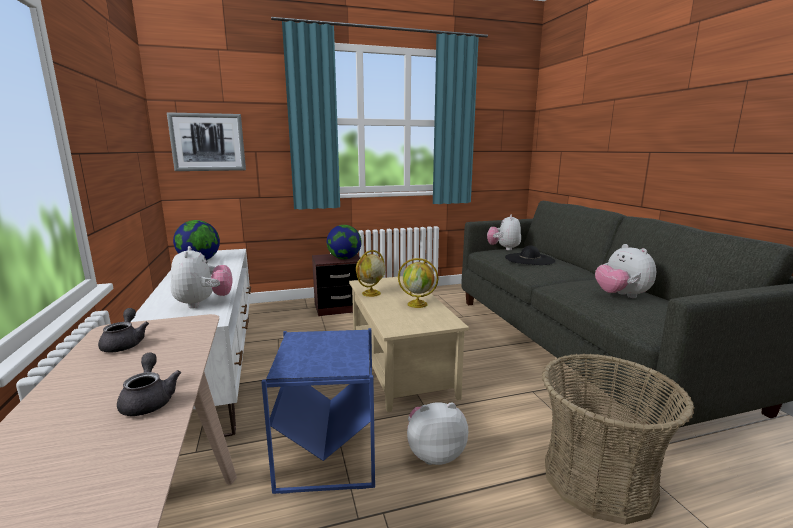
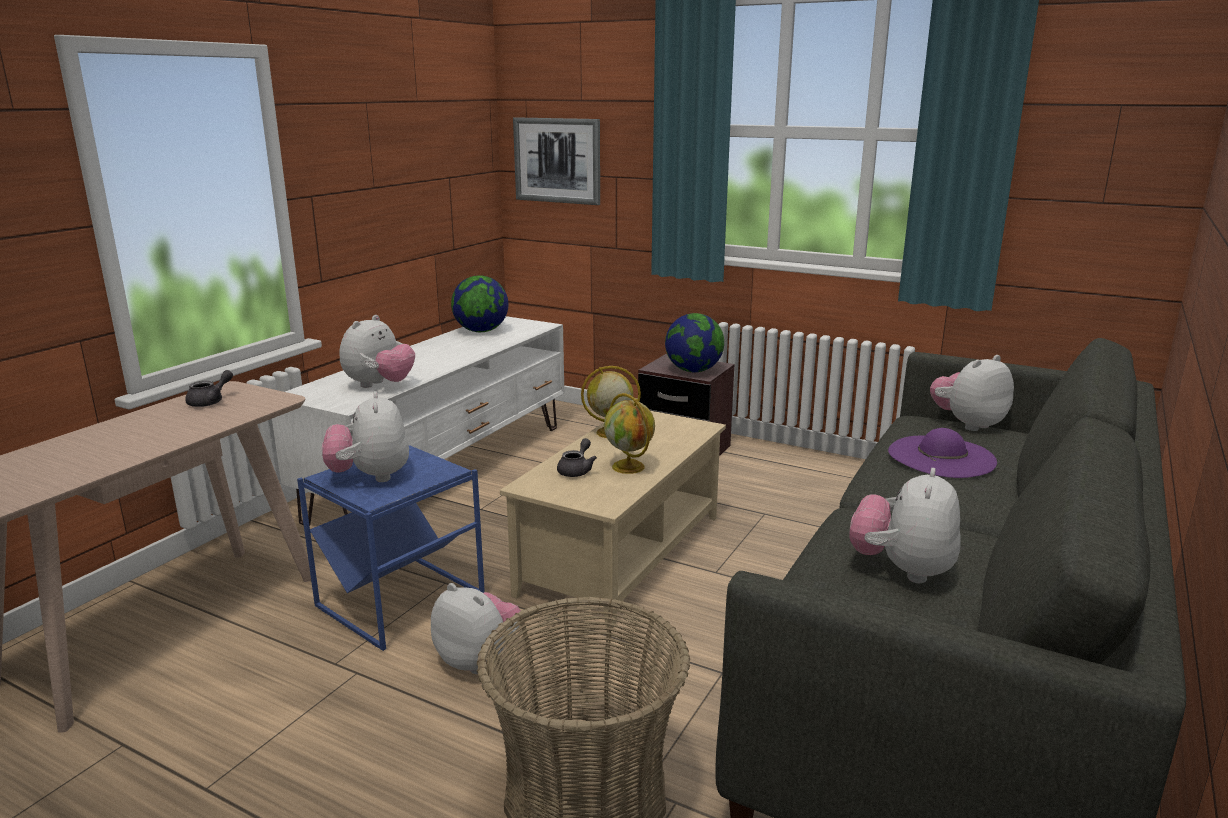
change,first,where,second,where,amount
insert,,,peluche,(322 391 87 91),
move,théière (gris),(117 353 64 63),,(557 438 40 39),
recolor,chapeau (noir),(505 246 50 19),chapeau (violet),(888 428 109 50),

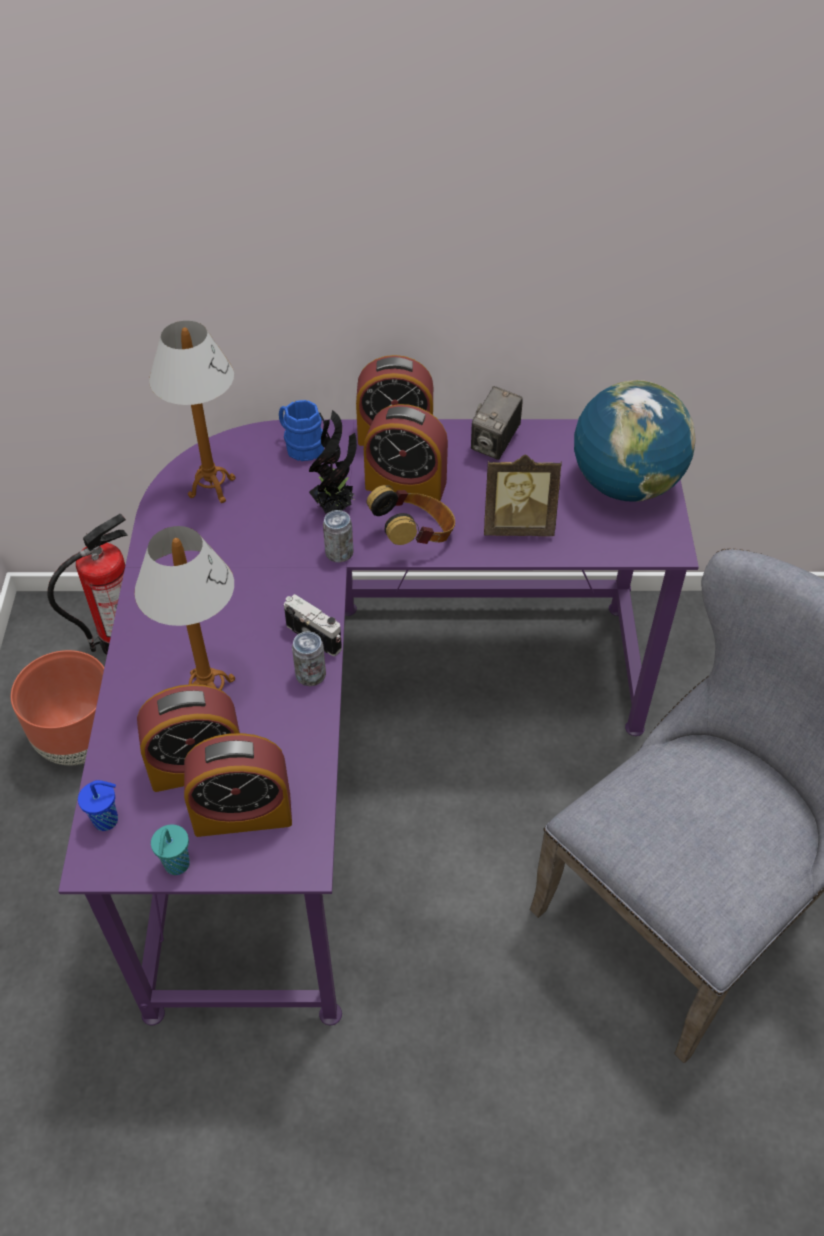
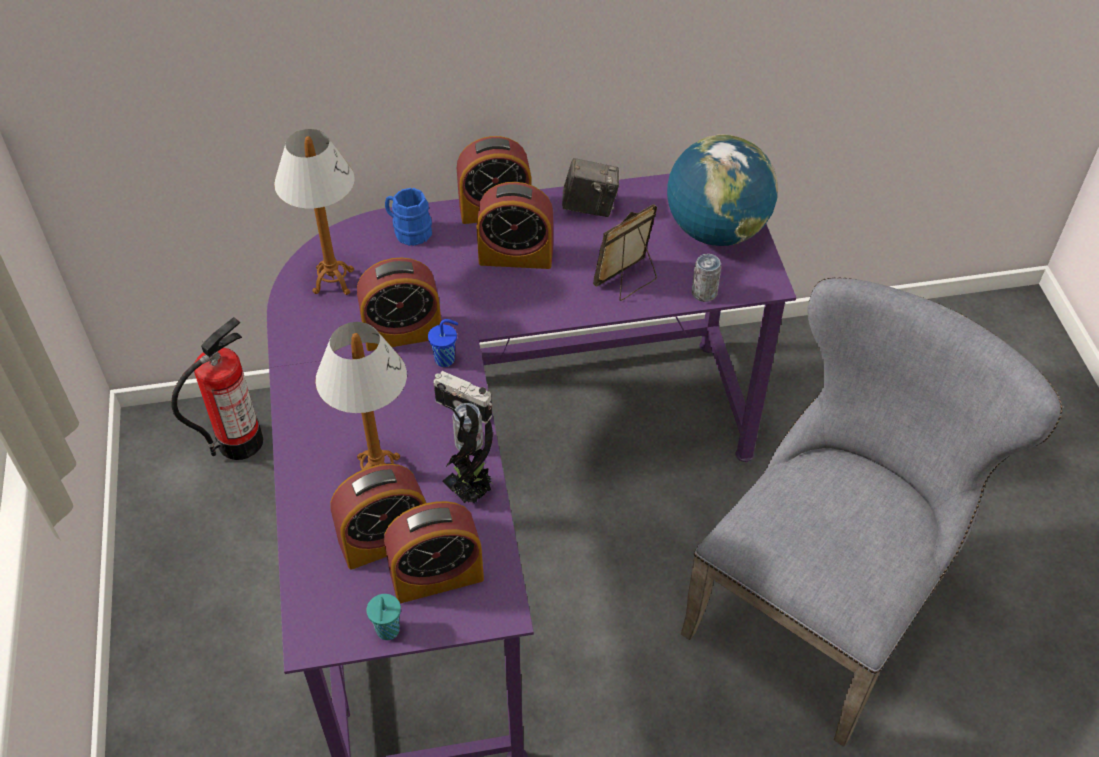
change,first,where,second,where,amount
delete,cache-pot (marron),(11 650 93 115),,,
delete,casque audio,(367 485 88 60),,,
insert,,,réveil,(357 258 84 93),
move,tasse (bleu),(78 780 40 51),,(428 319 30 48),
move,plante en pot,(309 410 48 104),,(442 404 51 99),
move,boîte métallique,(323 510 31 53),,(692 254 29 48),
rotate,appareil photo,(471 386 52 74),,(562 158 57 59),105 degrees counterclockwise
rotate,cadre photo,(484 454 78 82),,(593 204 64 97),150 degrees clockwise

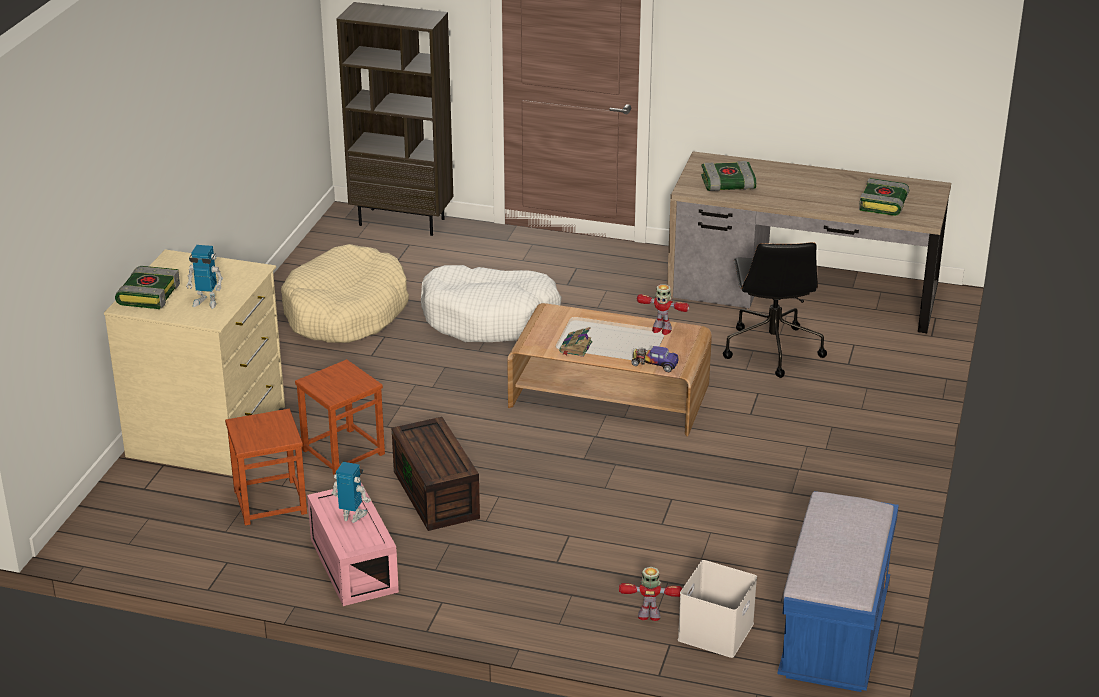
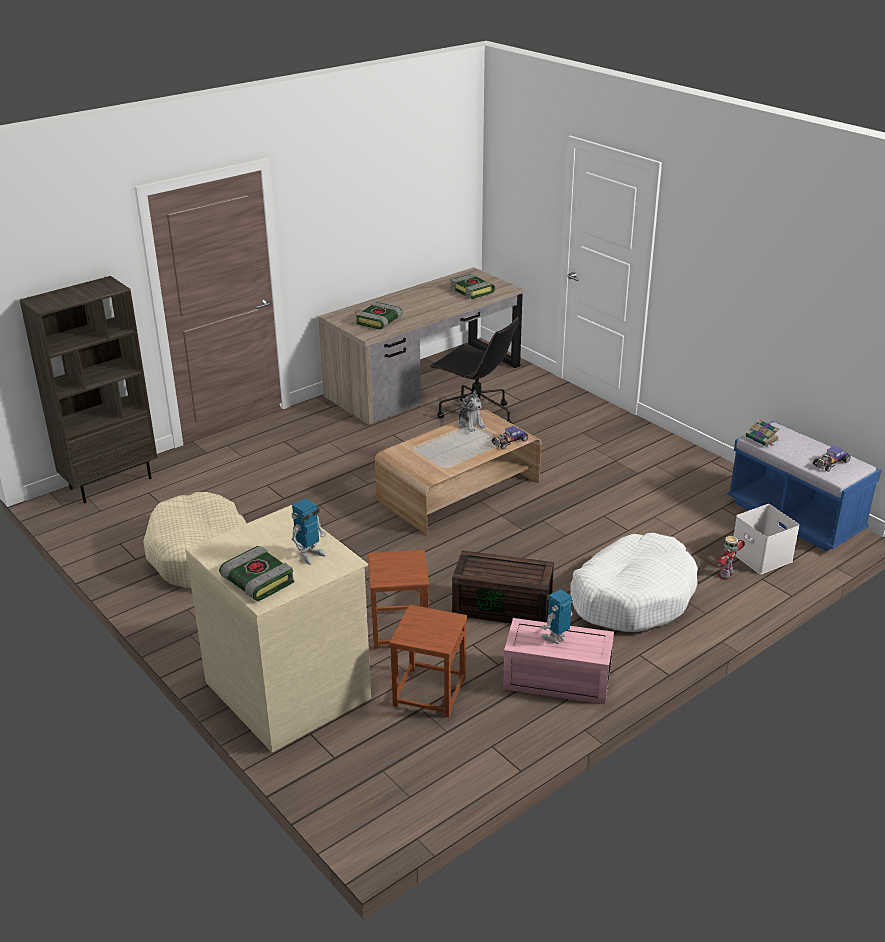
change,first,where,second,where,amount
insert,,,petite voiture,(812 446 38 26),
move,panier pour chien (blanc),(421 265 141 77),,(570 533 128 99),
move,livre,(559 327 34 30),,(746 419 33 27),
replace,robot jouet,(637 284 52 51),peluche,(458 390 28 42),

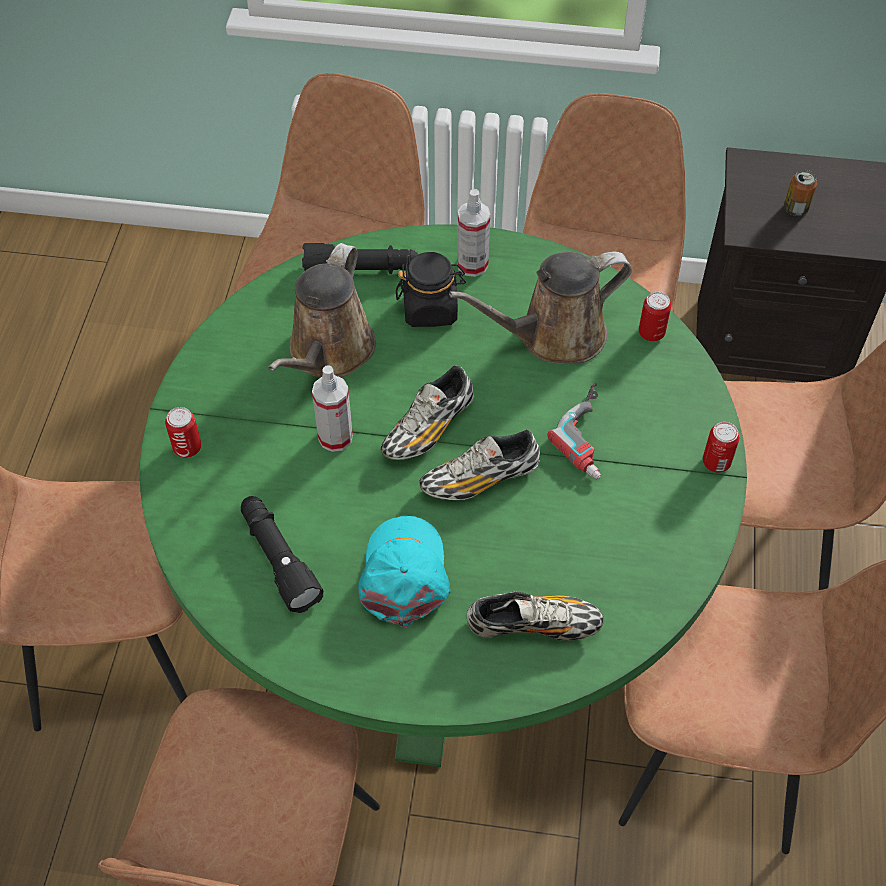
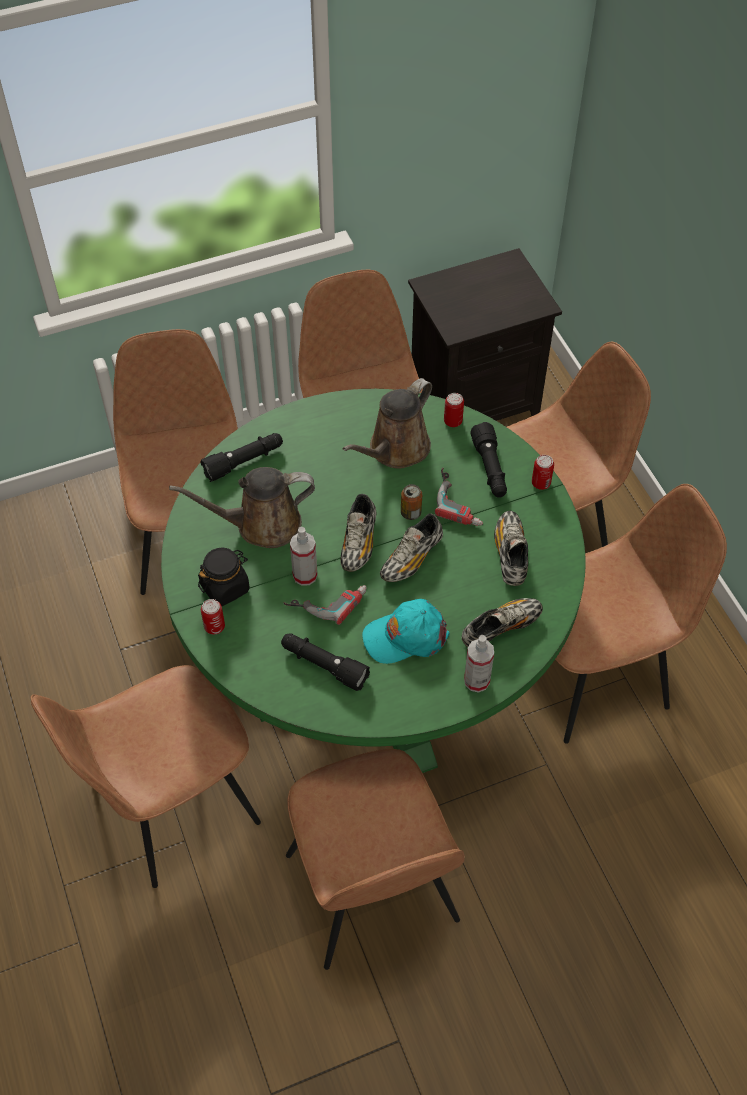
change,first,where,second,where,amount
insert,,,perceuse,(283 585 84 40),
insert,,,lampe de poche (noir),(470 422 37 76),
insert,,,chaussure,(494 511 34 75),
move,bocal (noir),(396 252 70 75),,(198 548 51 58),
move,vaporisateur,(457 189 33 88),,(464 635 30 58),
move,boîte métallique,(784 170 33 46),,(401 484 21 36),
rotate,arrosoir (marron),(268 243 108 135),,(169 467 146 81),90 degrees clockwise
rotate,casquette (turquoise),(358 516 93 111),,(362 599 88 65),75 degrees counterclockwise

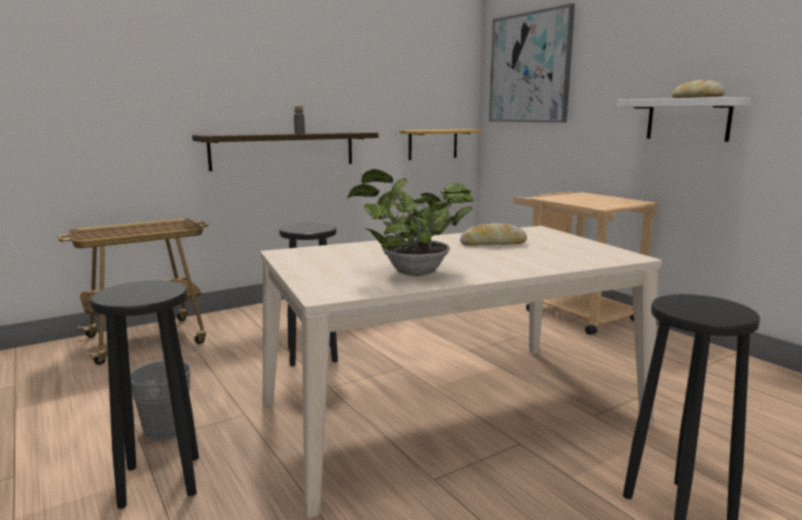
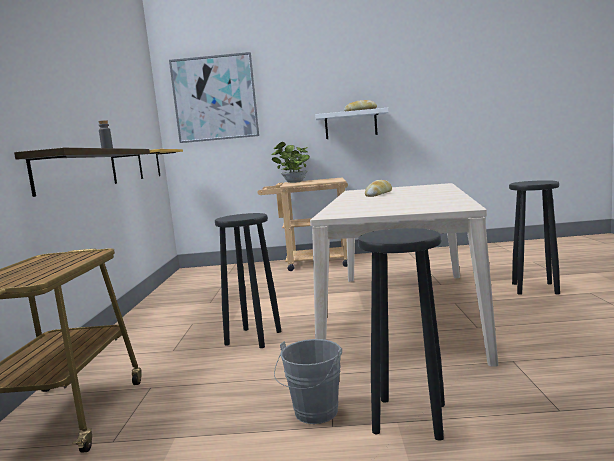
change,first,where,second,where,amount
move,plante en pot,(347 169 127 107),,(271 142 39 41),

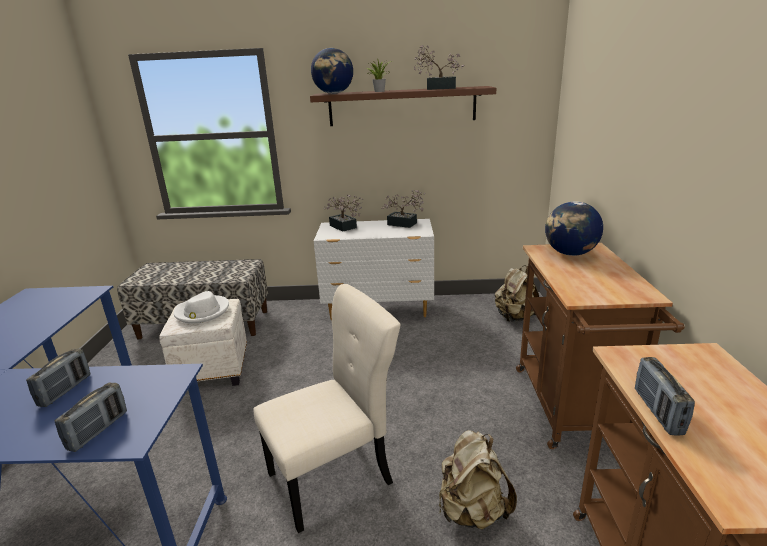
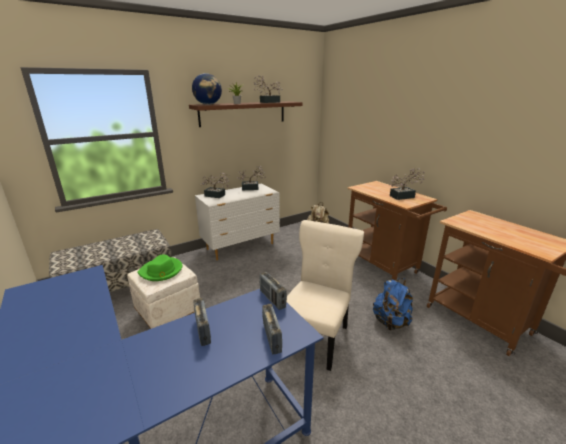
change,first,where,second,where,amount
delete,globe,(545 201 58 55),,,
insert,,,plante en pot,(389 168 36 32),
move,radio,(635 357 60 79),,(260 272 27 38),
recolor,chapeau (blanc),(174 291 55 33),chapeau (vert),(138 254 44 27),
recolor,sac à dos (beige),(439 430 78 100),sac à dos (bleu),(373 278 40 52),

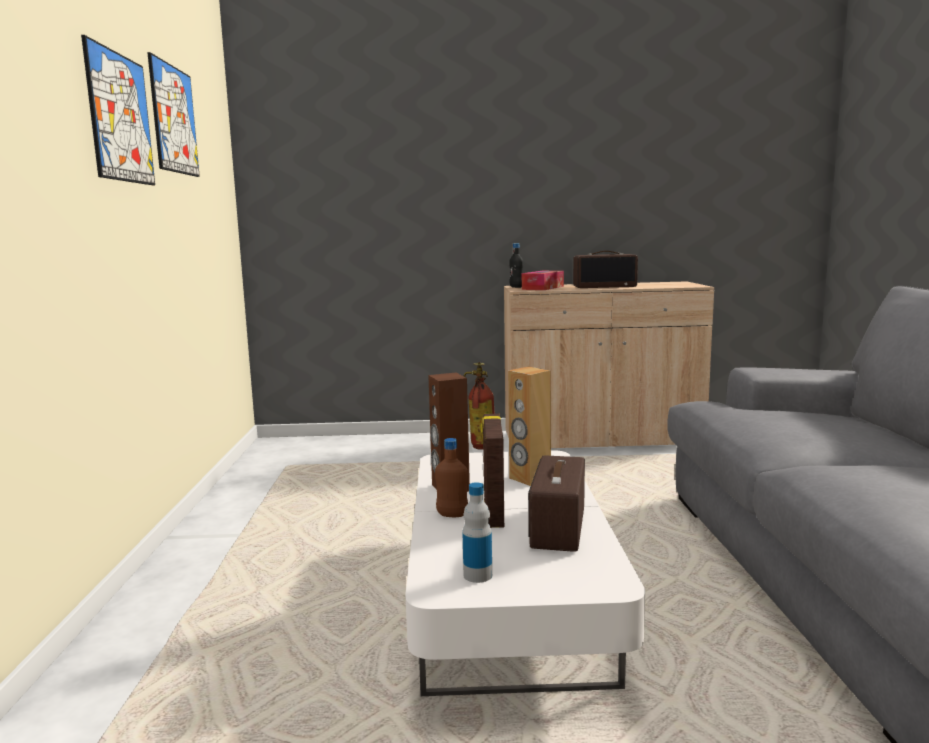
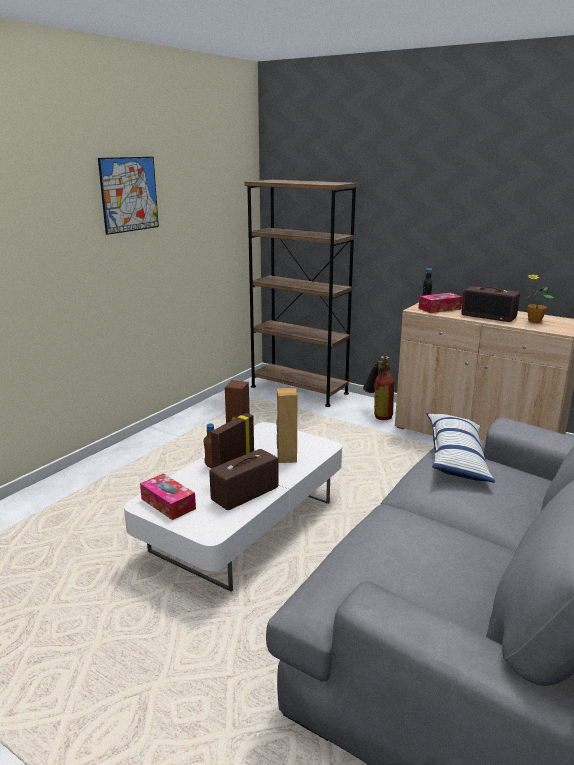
change,first,where,second,where,amount
delete,tableau,(147 52 53 125),,,
insert,,,bibliothèque (marron),(244 180 115 227),
insert,,,coussin,(426 413 69 70),
insert,,,plante en pot,(524 274 30 49),
replace,bouteille,(462 482 30 101),boîte à mouchoirs,(140 474 56 46),

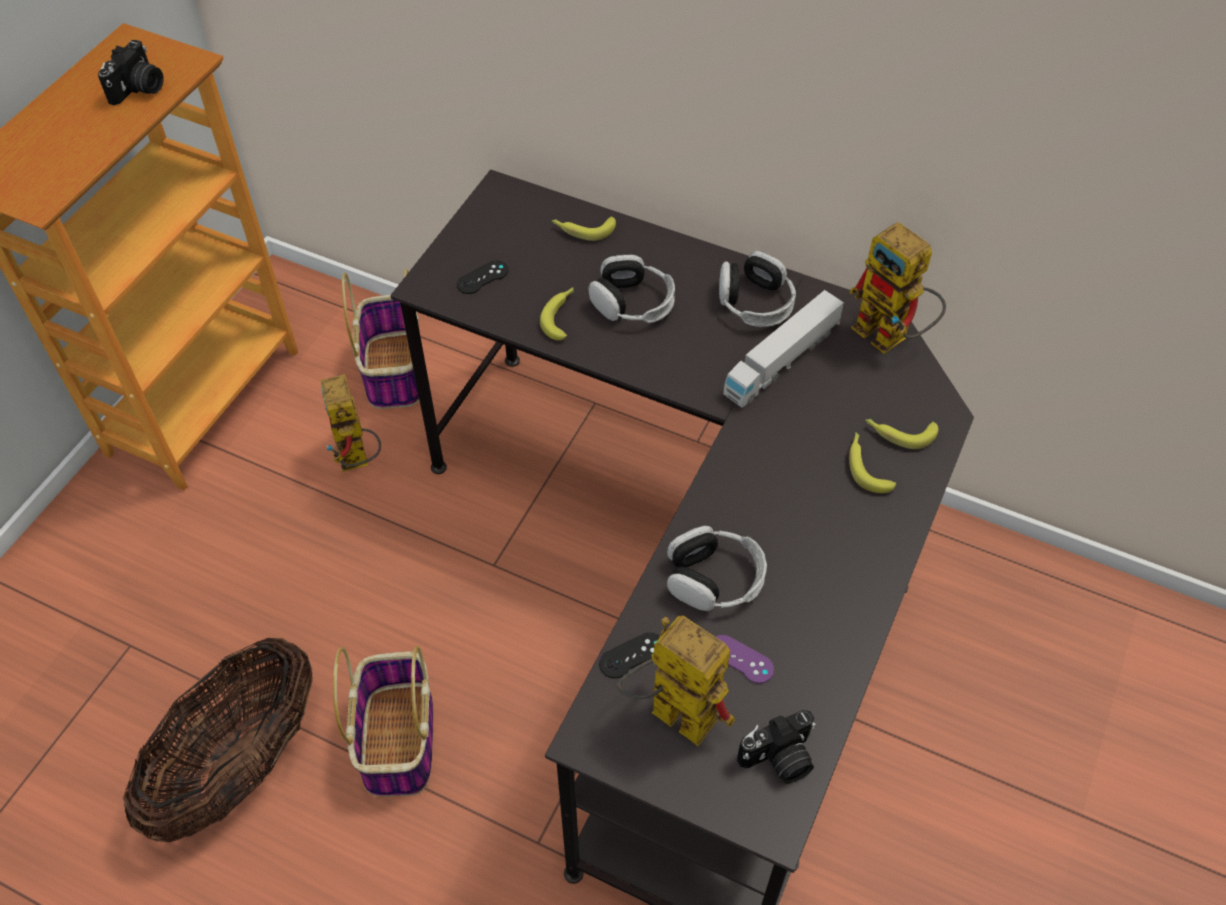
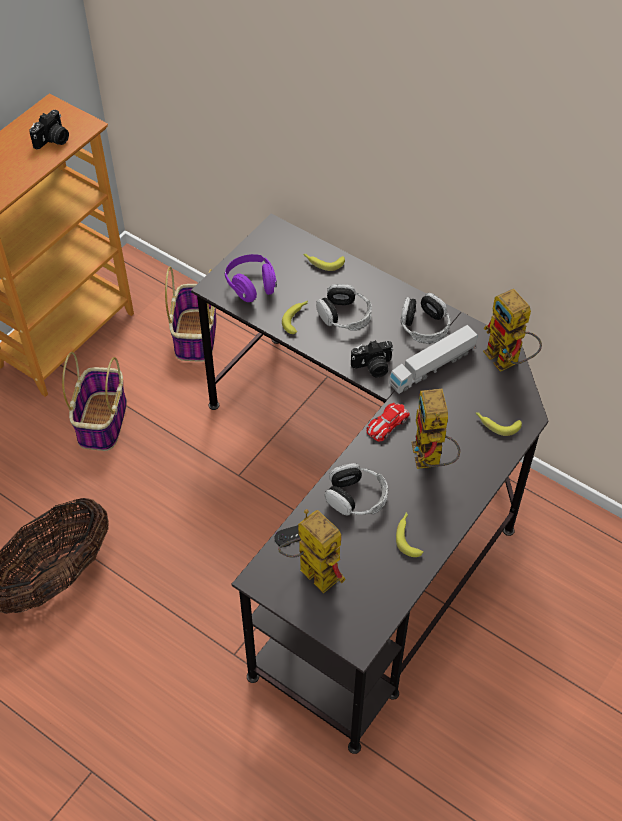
change,first,where,second,where,amount
delete,manette (violet),(716 635 58 49),,,
insert,,,petite voiture,(367 403 44 38),
move,robot jouet,(320 374 61 98),,(412 389 48 80),
move,panier,(333 646 100 151),,(62 352 65 99),
move,appareil photo,(737 710 79 74),,(351 340 43 38),
move,banane,(849 432 47 61),,(396 512 27 45),
replace,manette (noir),(457 260 52 34),casque audio (violet),(225 254 52 48),

